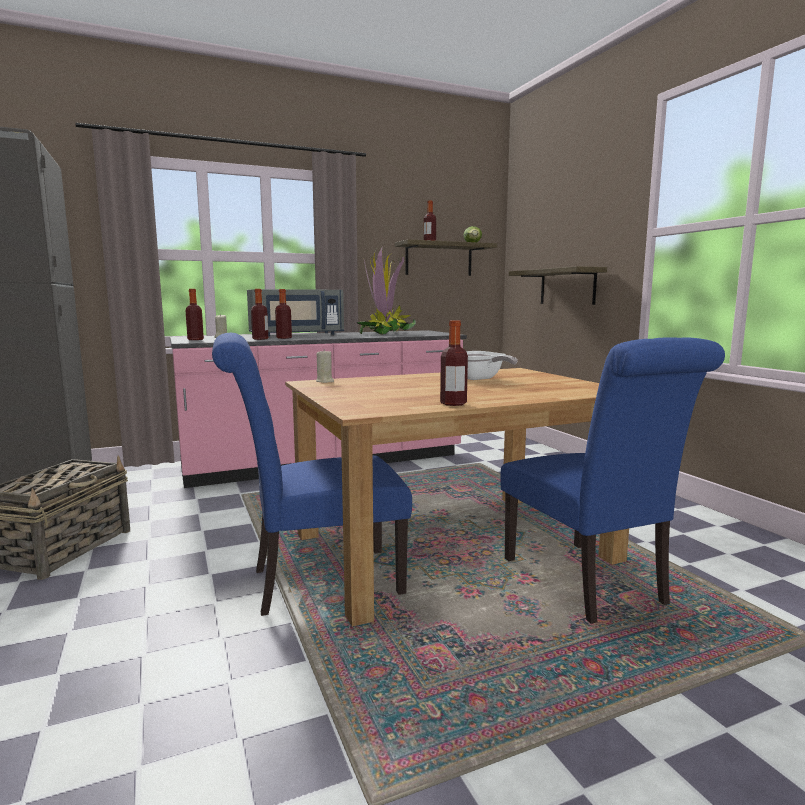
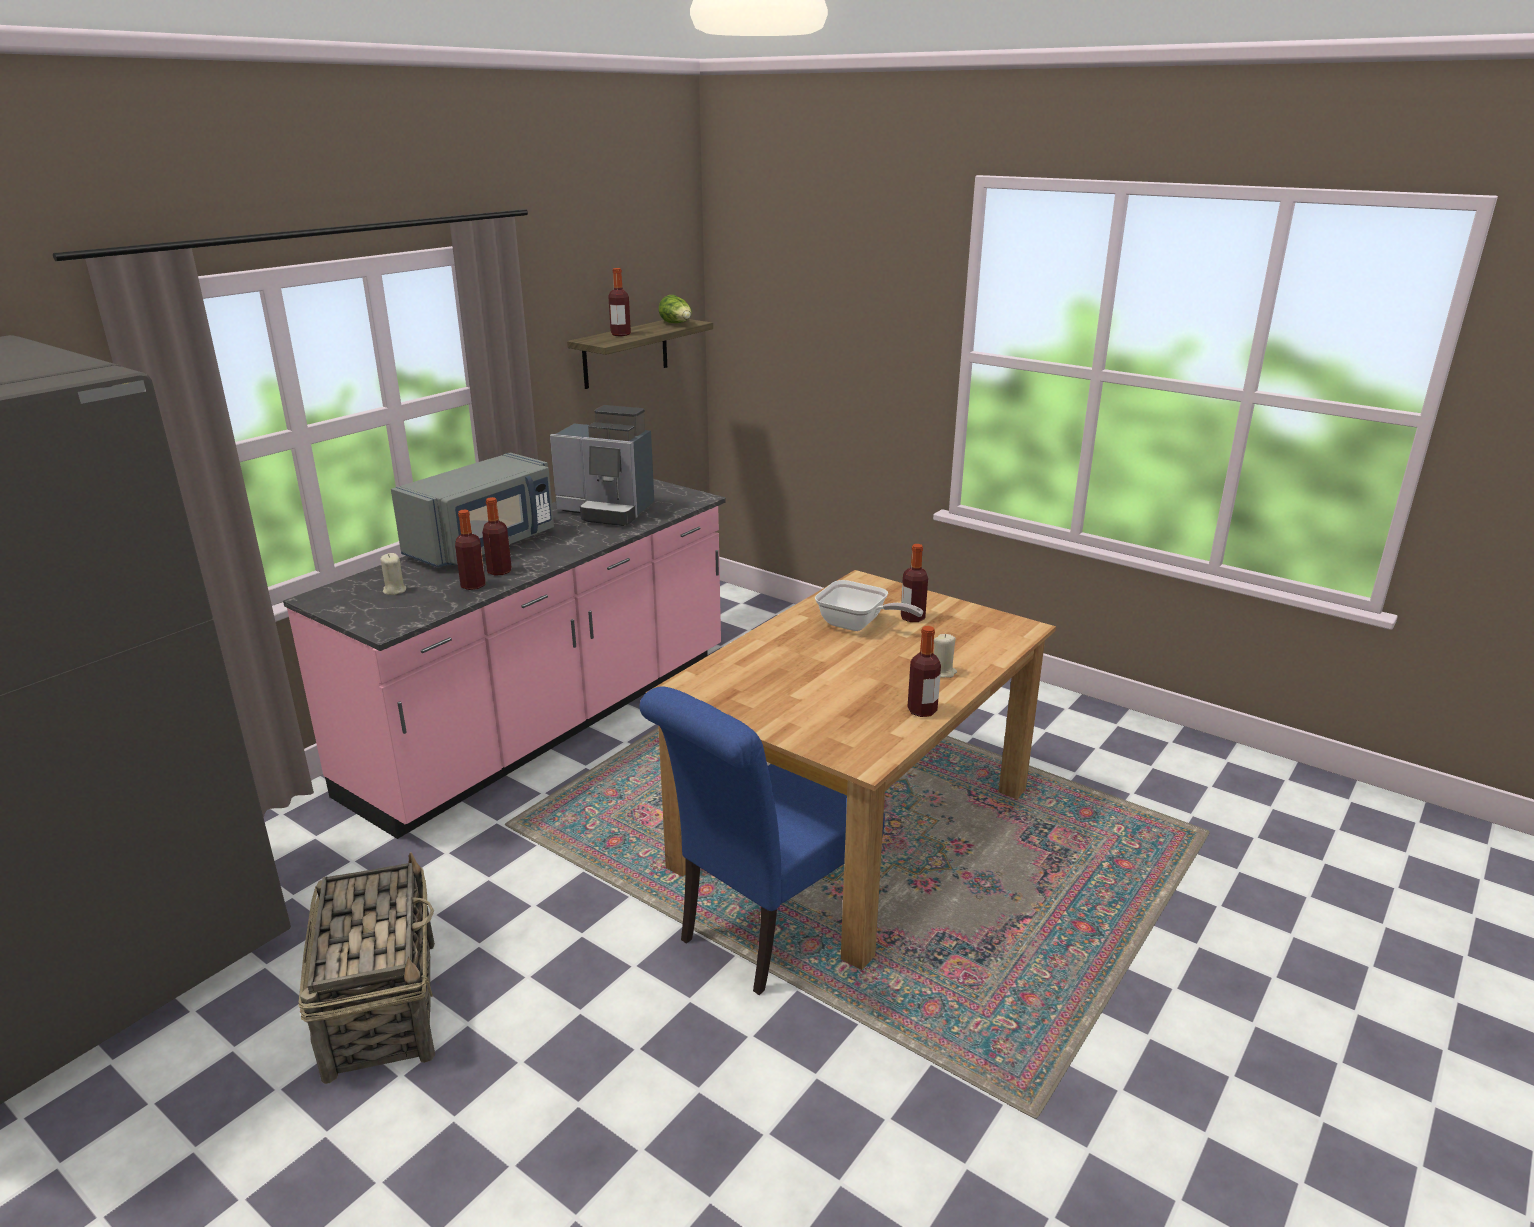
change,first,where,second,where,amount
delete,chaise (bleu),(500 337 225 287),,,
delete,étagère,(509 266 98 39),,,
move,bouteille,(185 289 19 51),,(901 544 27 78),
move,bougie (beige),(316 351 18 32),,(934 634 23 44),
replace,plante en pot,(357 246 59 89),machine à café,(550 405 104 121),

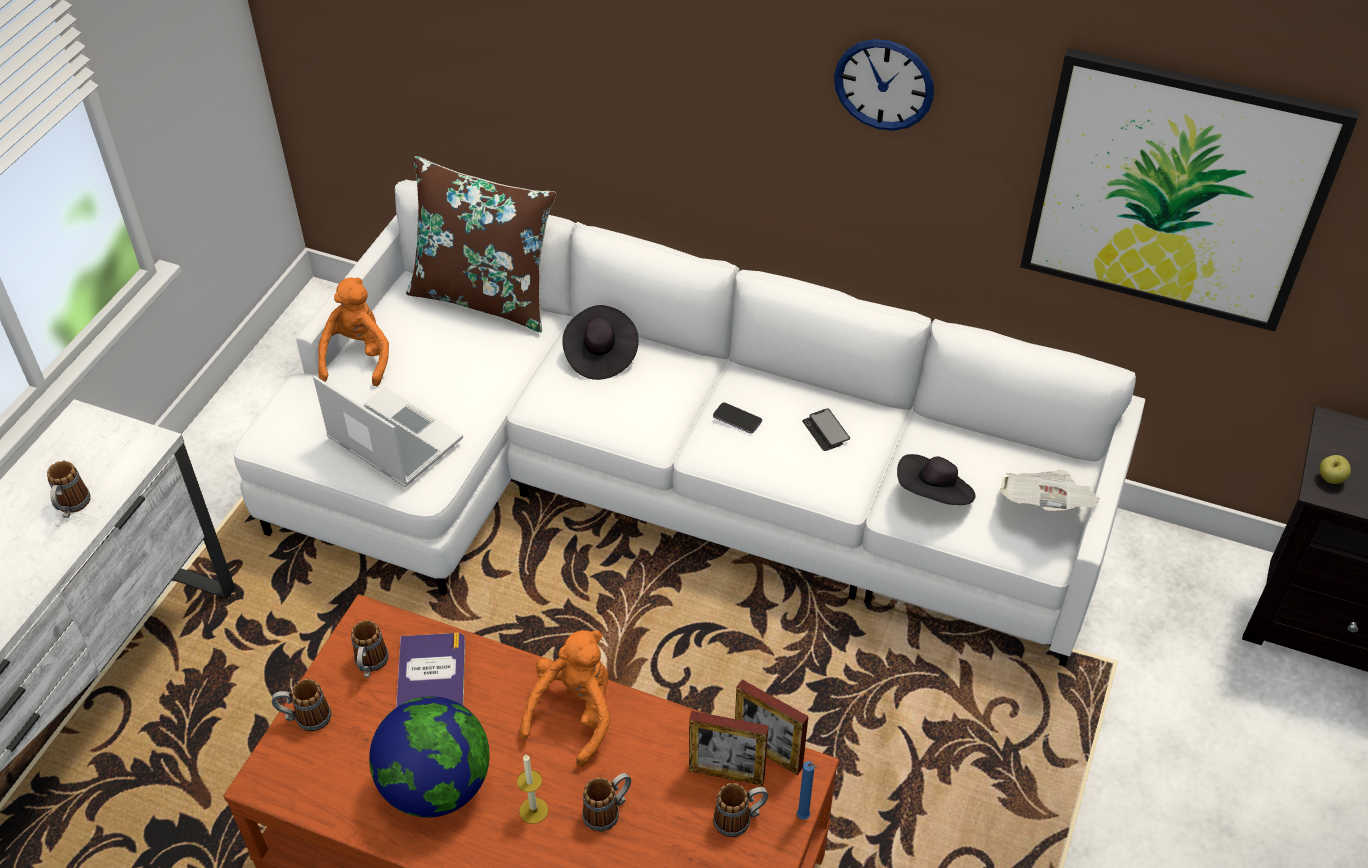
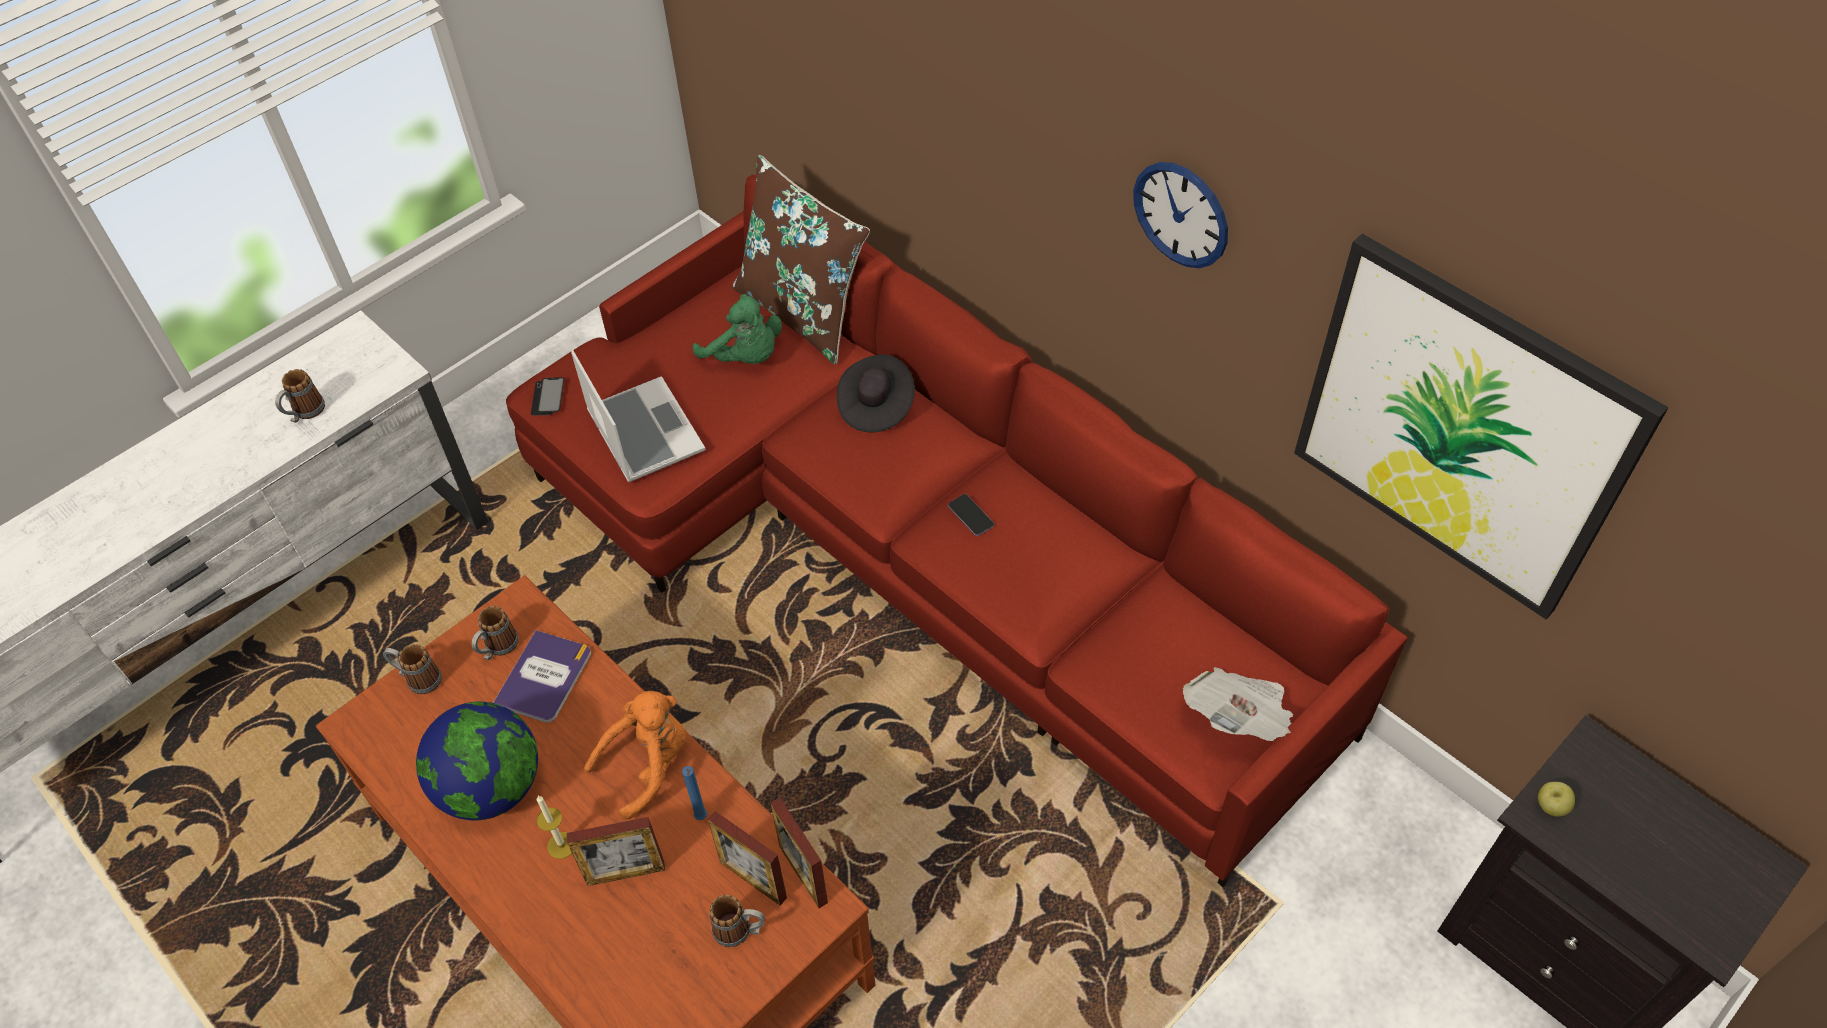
change,first,where,second,where,amount
delete,peluche (orange),(318 277 71 109),,,
delete,chapeau (noir),(897 454 79 51),,,
insert,,,peluche (vert),(693 294 89 70),
move,bougie (bleu),(797 761 21 59),,(682 766 25 54),
move,téléphone,(802 409 48 42),,(531 377 33 39),
replace,mug,(582 773 49 59),cadre photo,(567 817 98 69),
recolor,canapé (blanc),(233 180 912 487),canapé (rouge),(506 174 901 713),

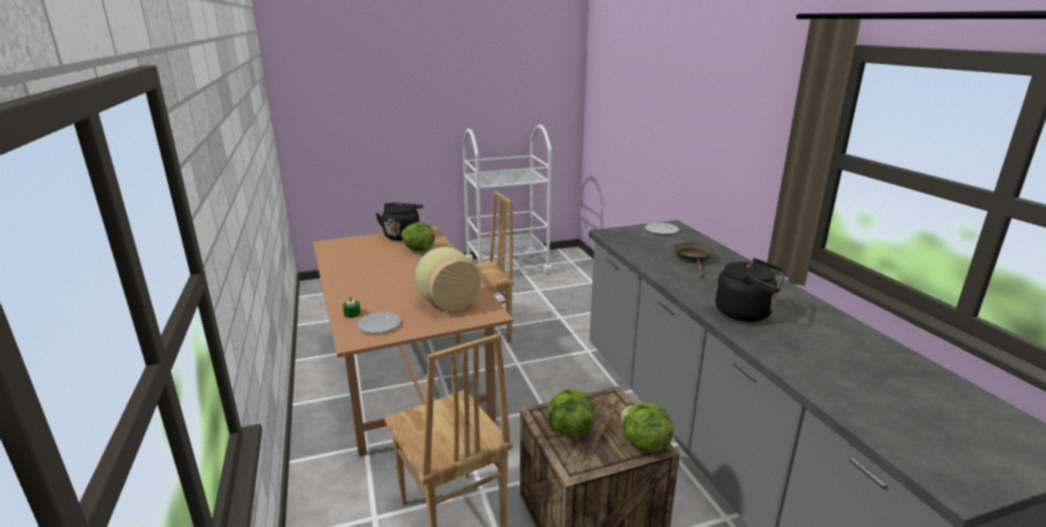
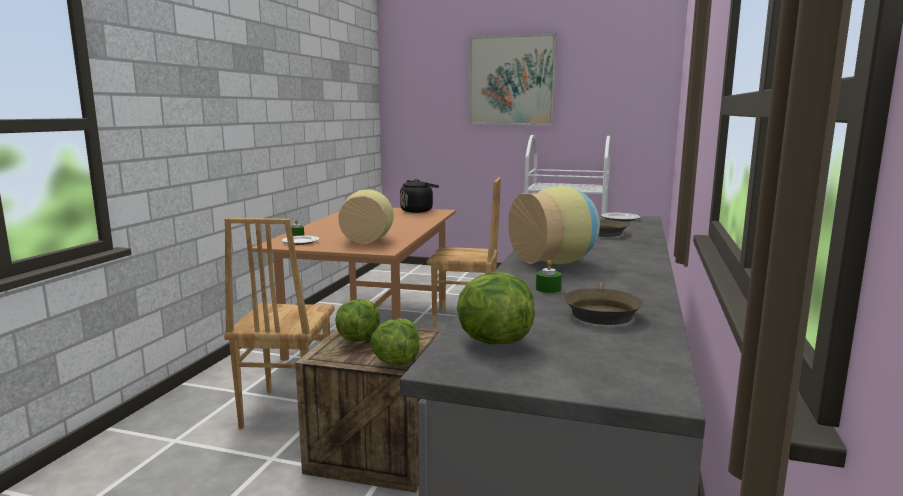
change,first,where,second,where,amount
insert,,,tableau,(469 34 88 91),
insert,,,bougie (vert),(536 260 26 33),
insert,,,poêle (marron),(564 282 80 43),
move,laitue,(402 222 33 29),,(457 272 78 72),
replace,bouilloire (noir),(715 258 71 64),vase,(508 186 92 78),

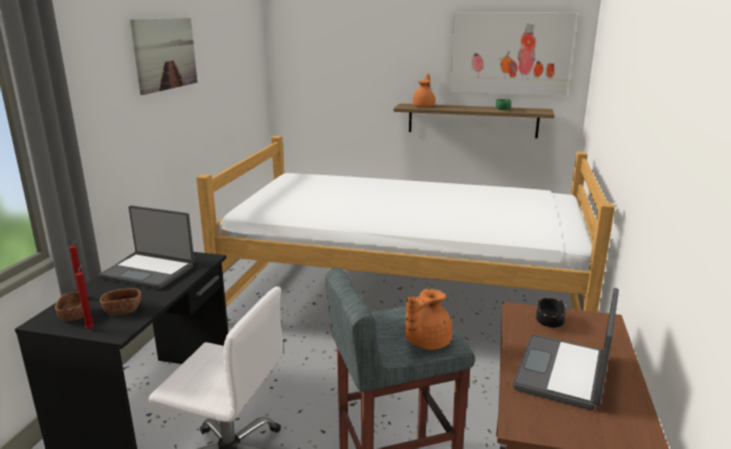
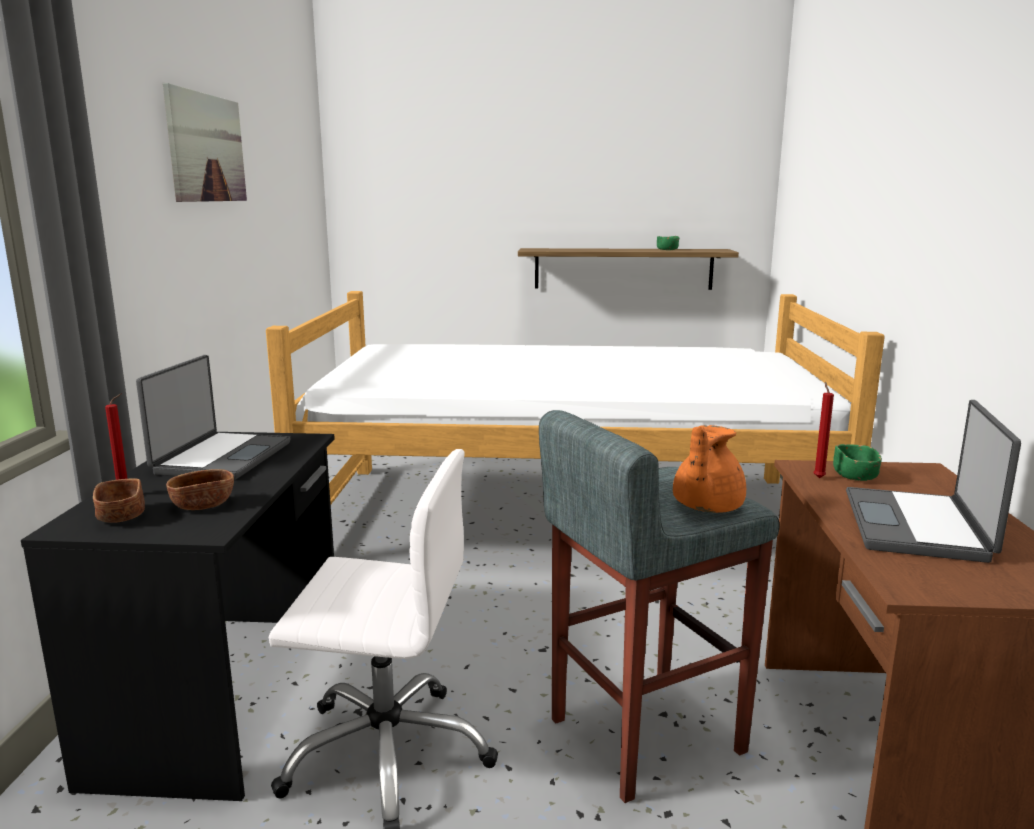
change,first,where,second,where,amount
delete,théière (orange),(413 74 22 33),,,
delete,tableau,(449 13 127 83),,,
move,bougie (rouge),(75 264 19 65),,(813 382 21 96),
recolor,bol (noir),(536 298 29 30),bol (vert),(833 444 49 37),
rotate,ordinateur portable,(99 205 95 84),,(136 355 155 125),90 degrees counterclockwise

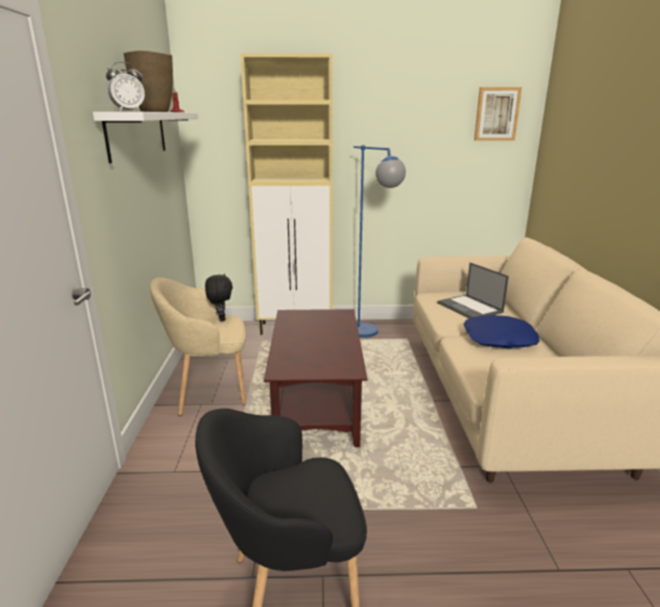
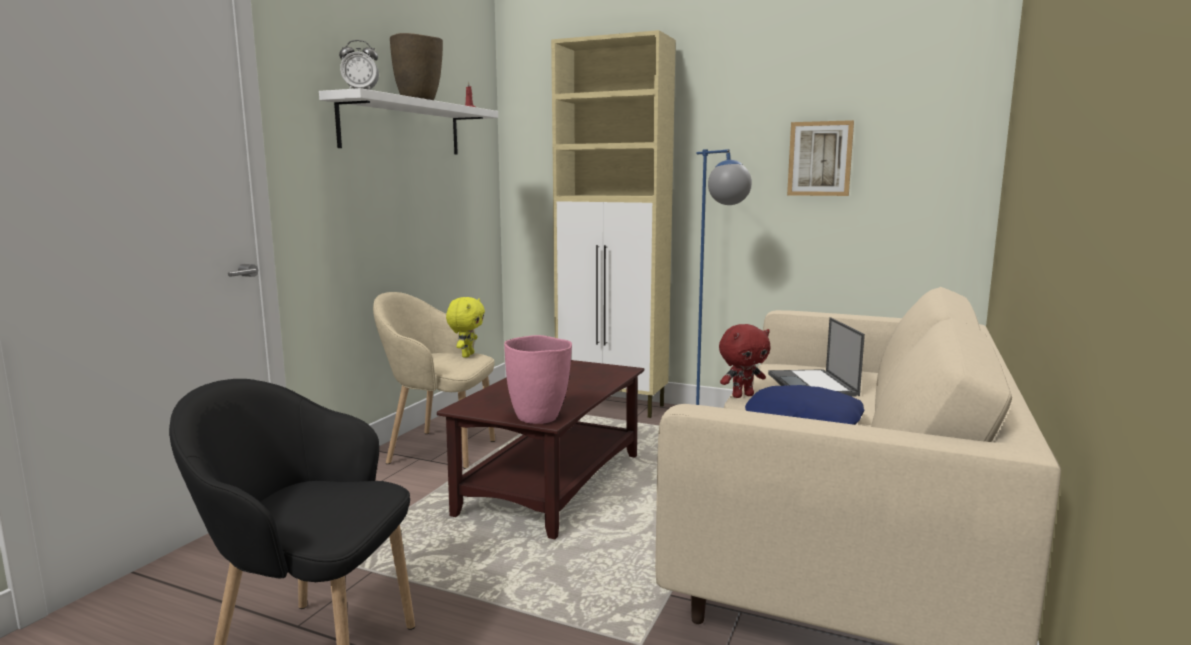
change,first,where,second,where,amount
insert,,,vase (rose),(504 335 68 89),
insert,,,peluche (rouge),(719 324 51 74),
move,tableau,(474 87 48 54),,(787 120 67 76),
recolor,peluche (noir),(205 274 28 47),peluche (jaune),(446 297 39 61),

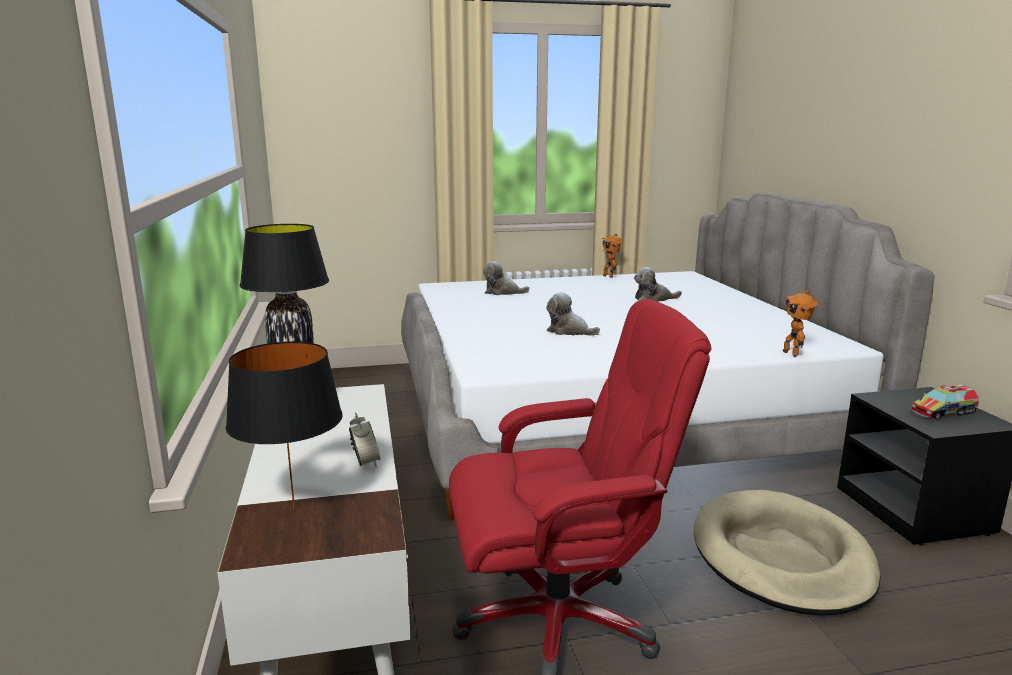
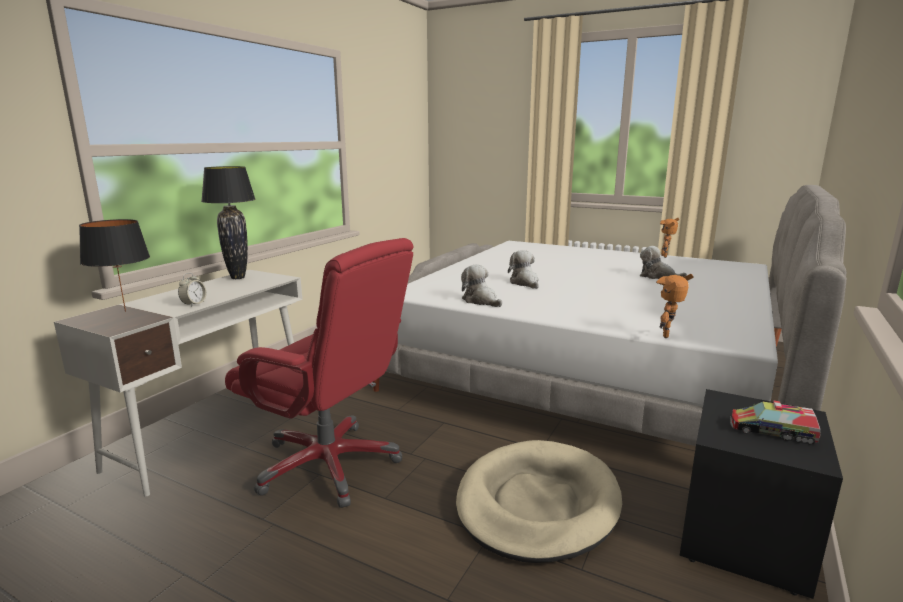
change,first,where,second,where,amount
move,peluche,(483 261 46 34),,(461 264 41 43),

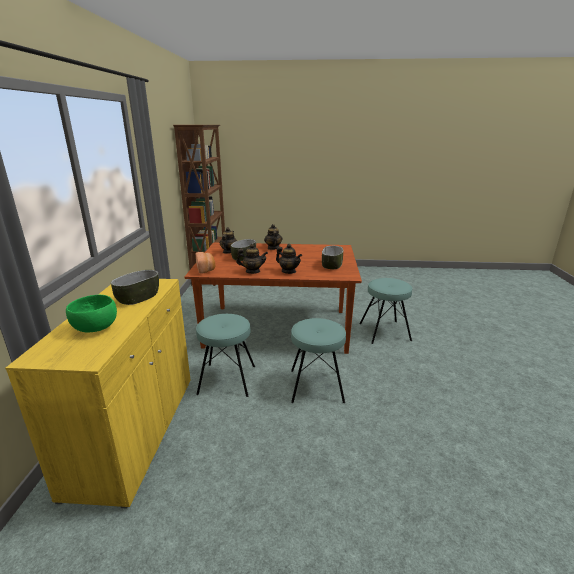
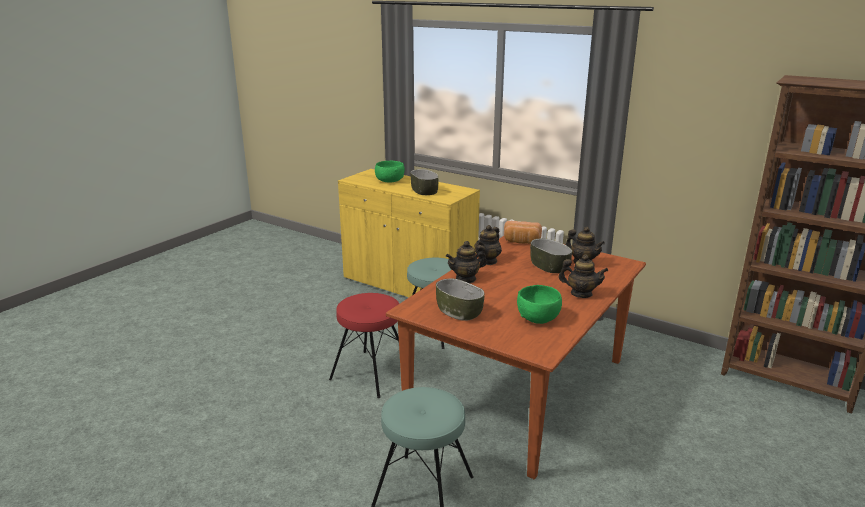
change,first,where,second,where,amount
insert,,,bol (vert),(517 285 45 39),
recolor,tabouret (turquoise),(291 318 55 85),tabouret (rouge),(329 293 70 105),

